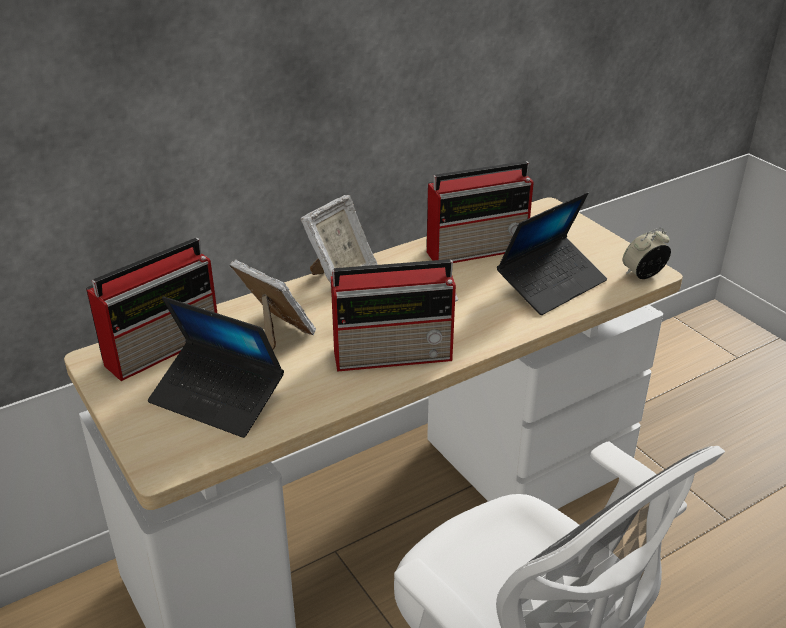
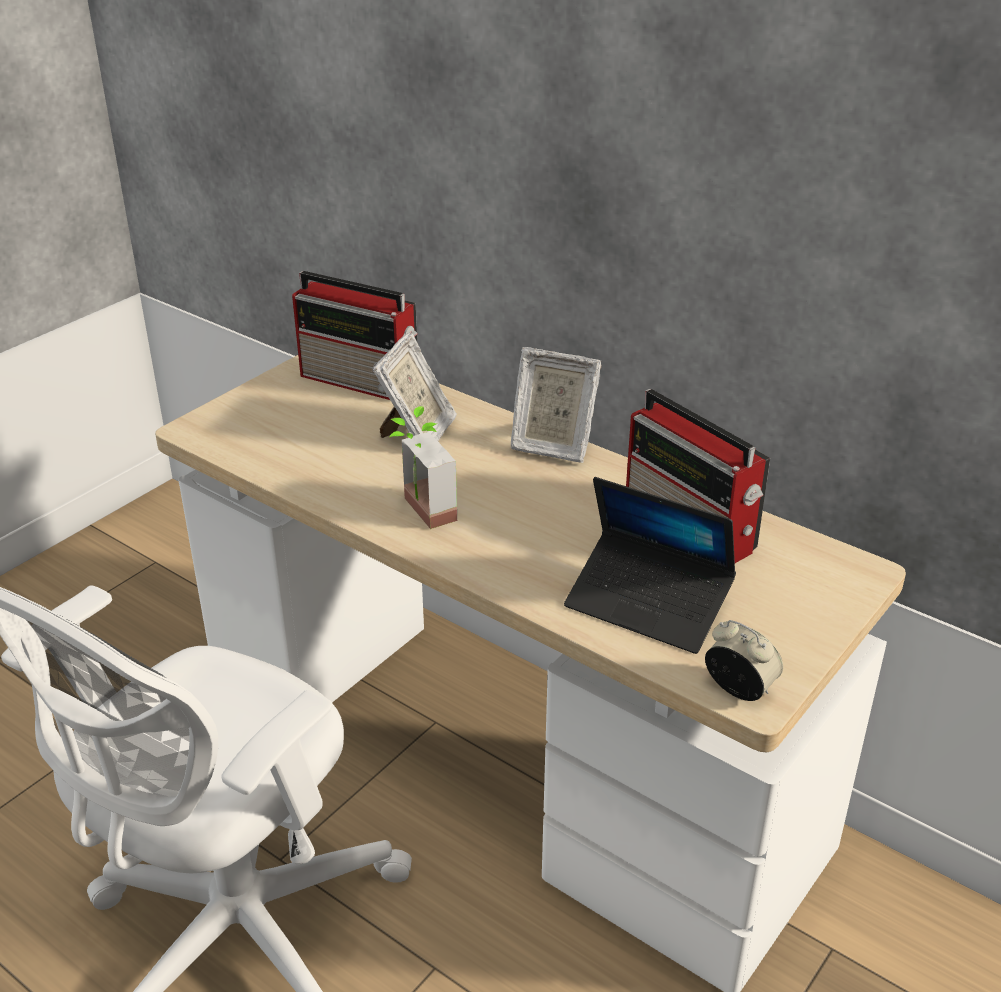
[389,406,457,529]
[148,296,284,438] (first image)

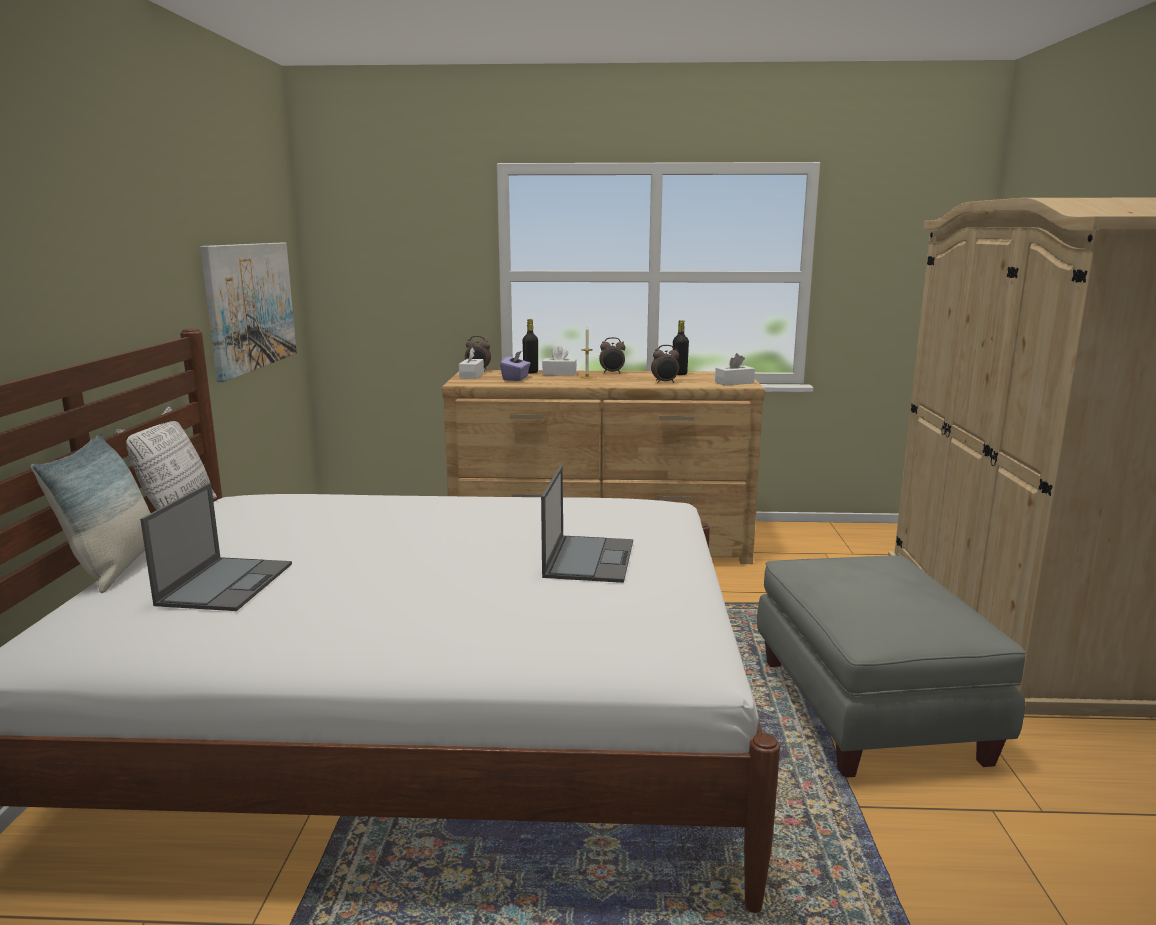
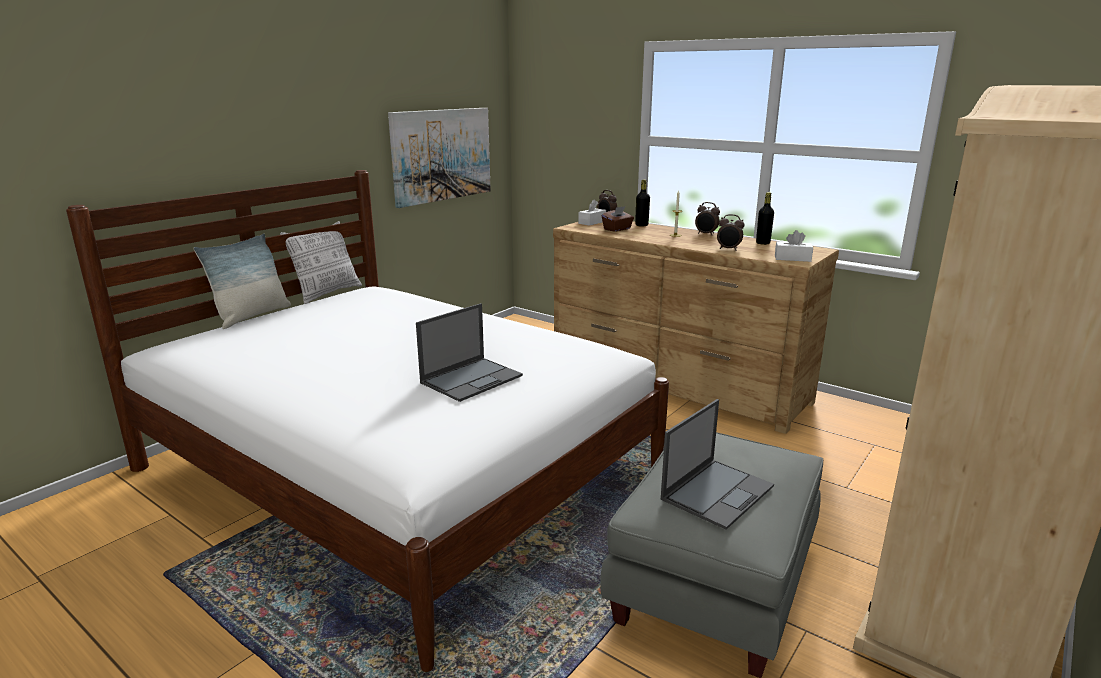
[542,346,577,376] (first image)
[602,206,634,232]
[661,399,774,529]

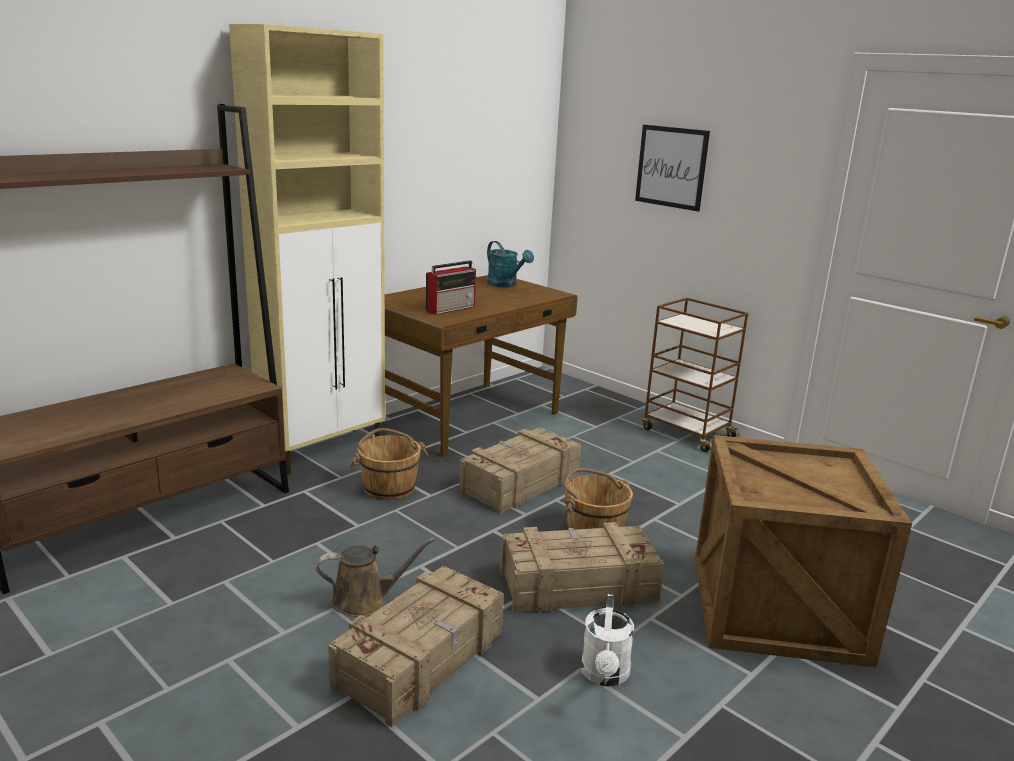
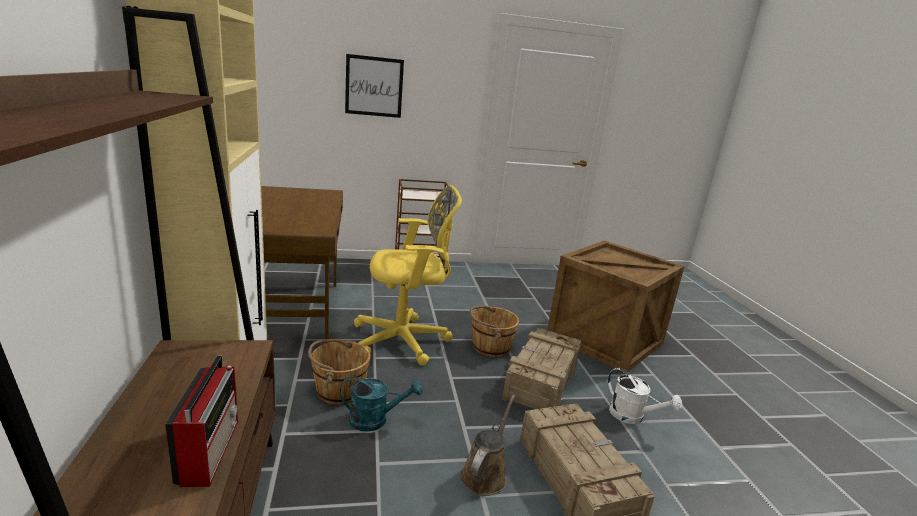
[340,377,423,432]
[165,355,238,487]
[354,185,462,366]

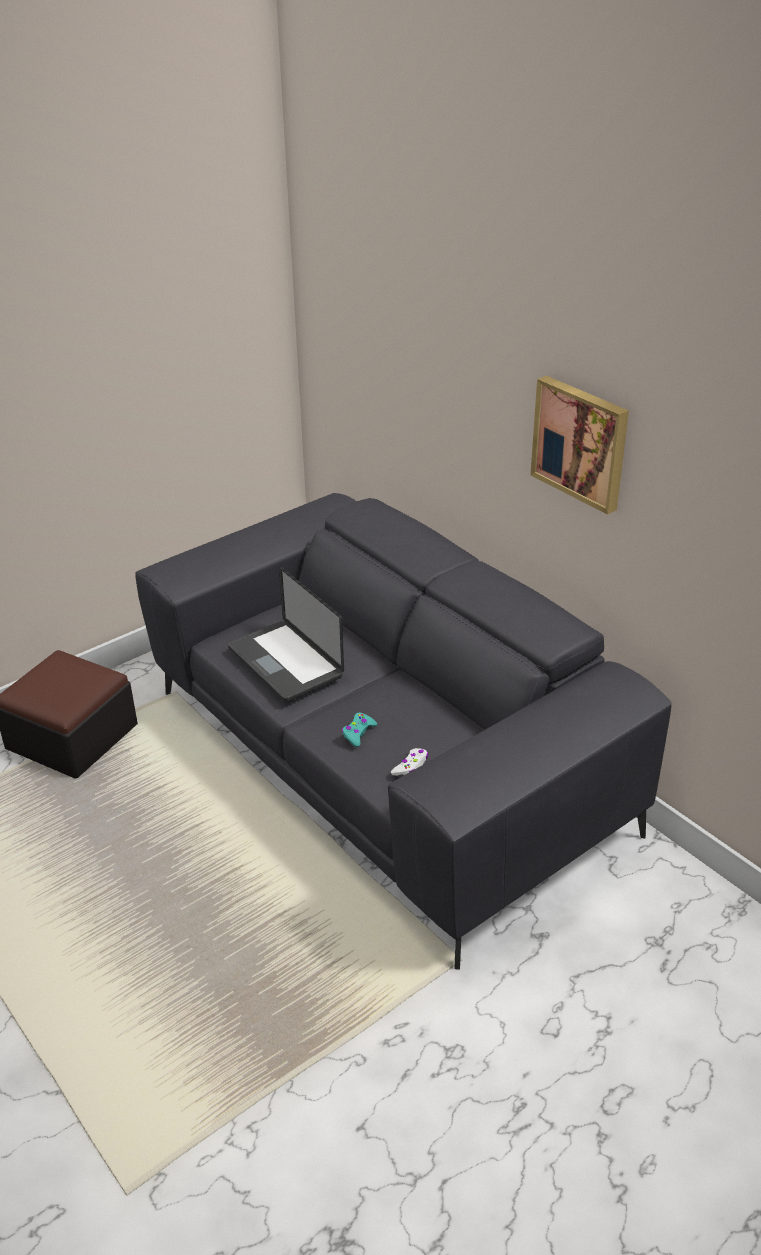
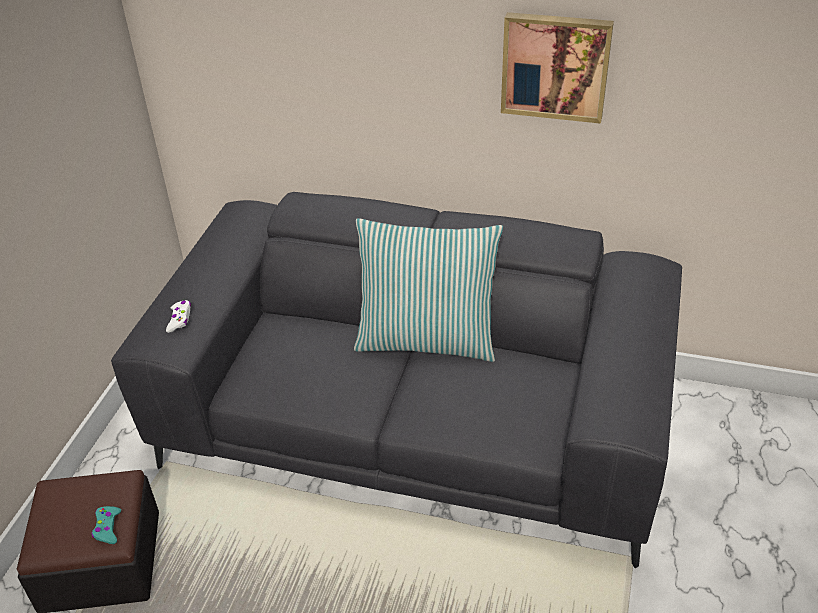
[228,566,344,702] (first image)
[91,506,121,544]
[166,300,191,333]
[354,218,503,362]

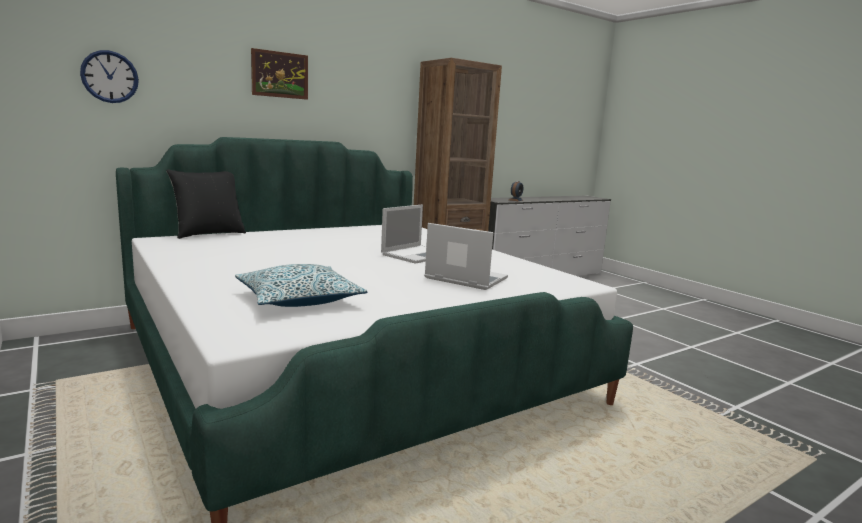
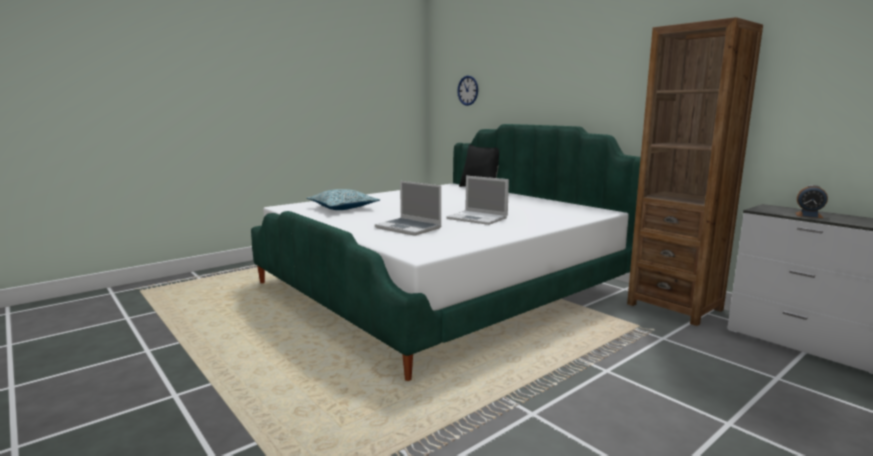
[251,48,308,100] (first image)
[375,181,442,236]

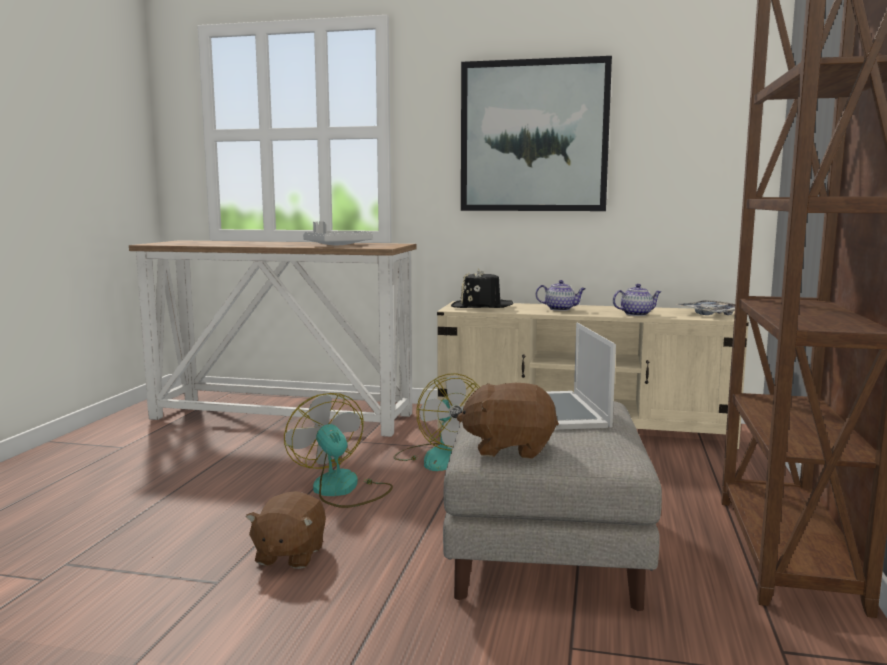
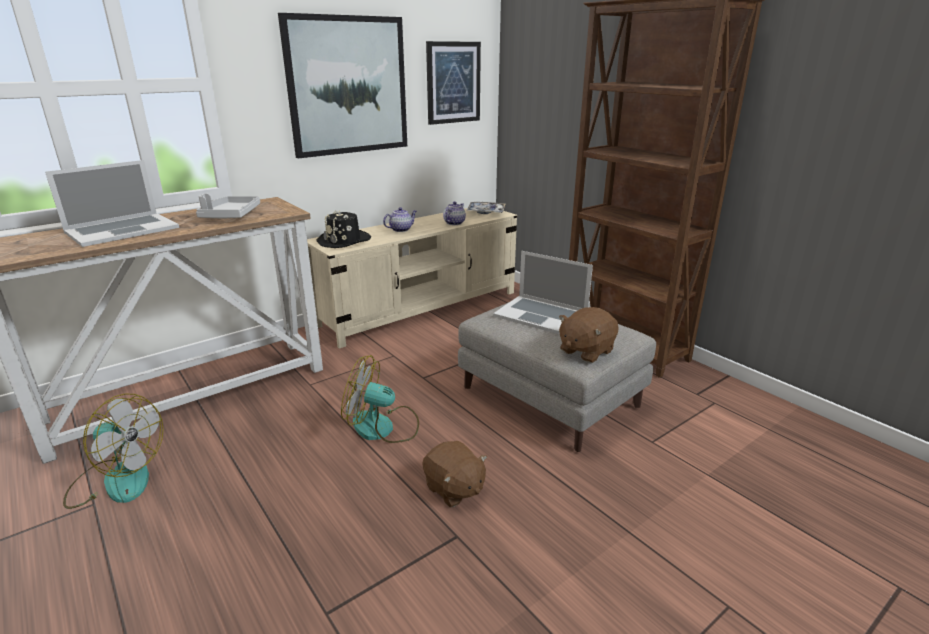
[63,394,164,509]
[426,41,481,125]
[45,160,179,247]

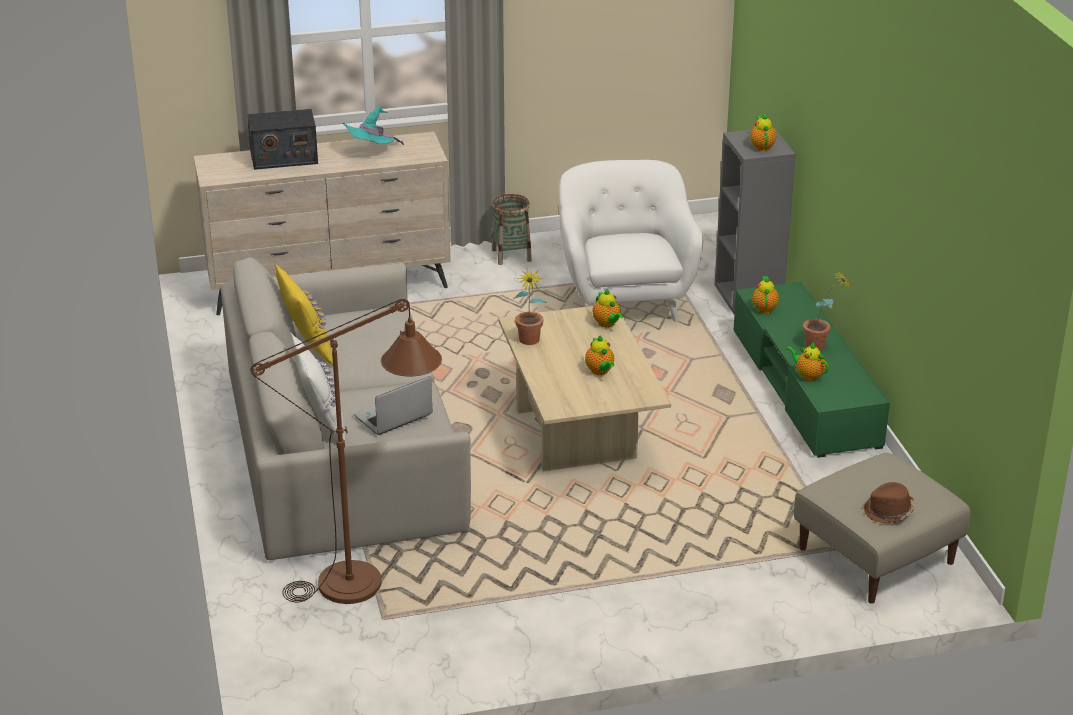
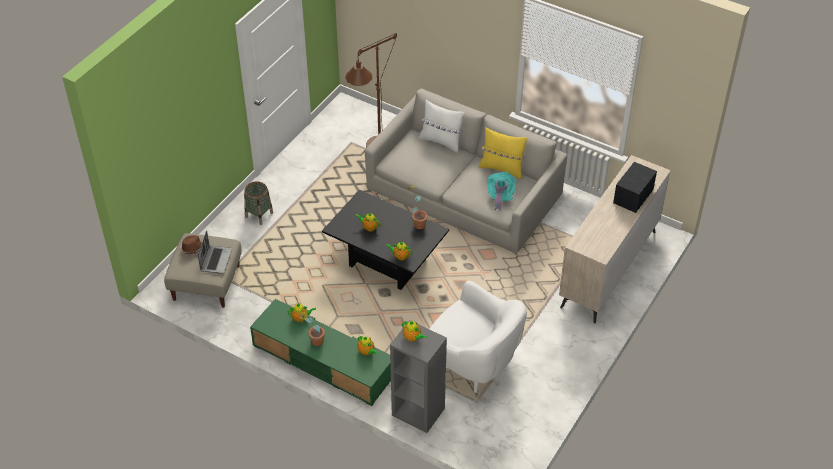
[487,172,516,211]
[244,181,273,225]
[322,190,449,290]
[198,231,232,274]

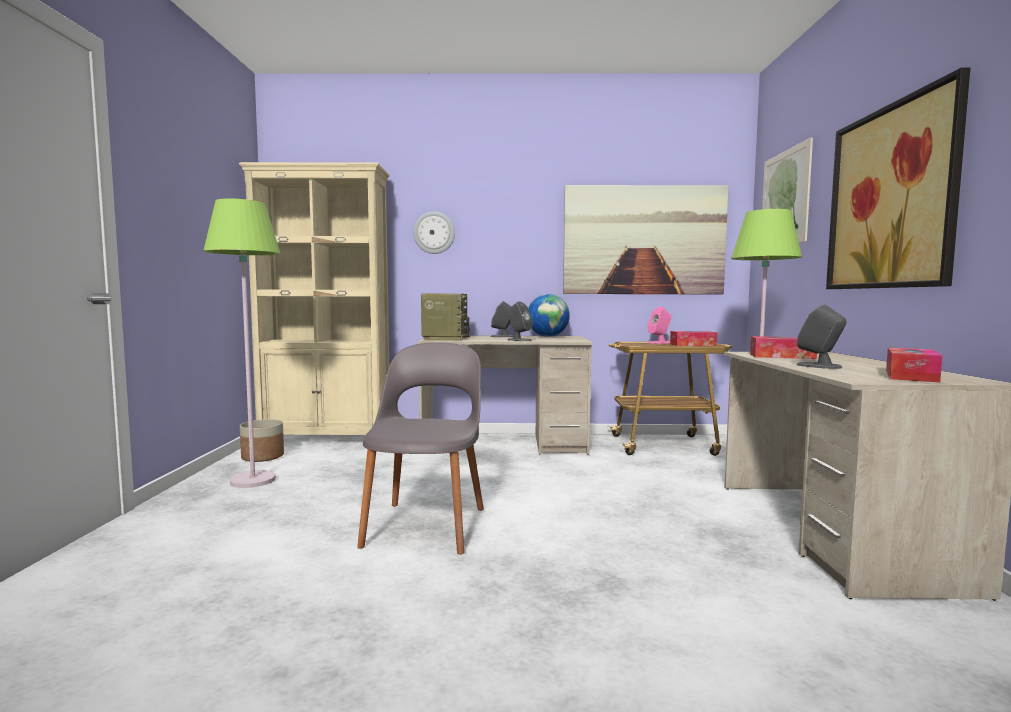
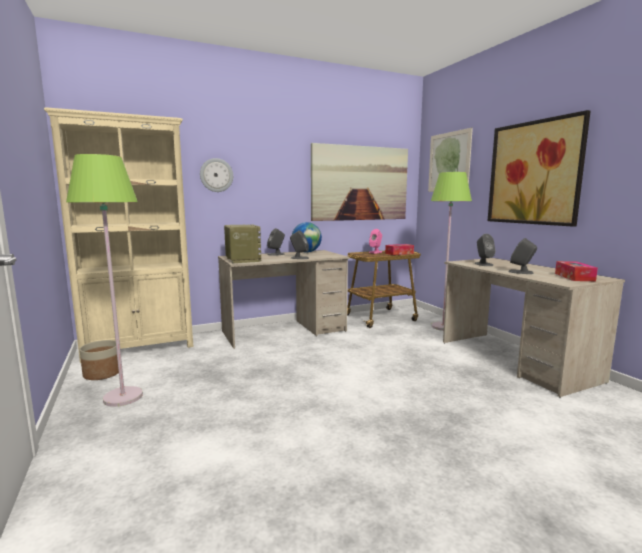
[475,234,495,266]
[357,342,484,554] (first image)

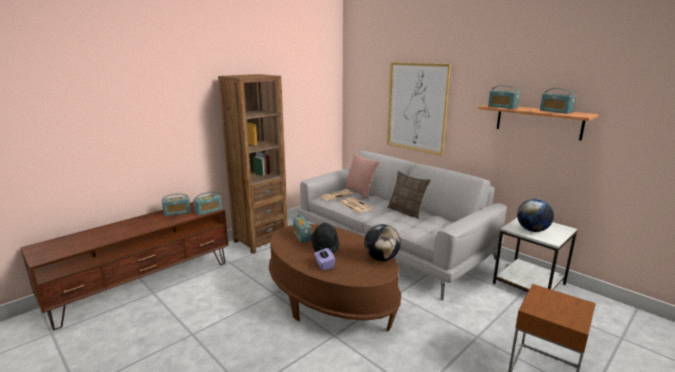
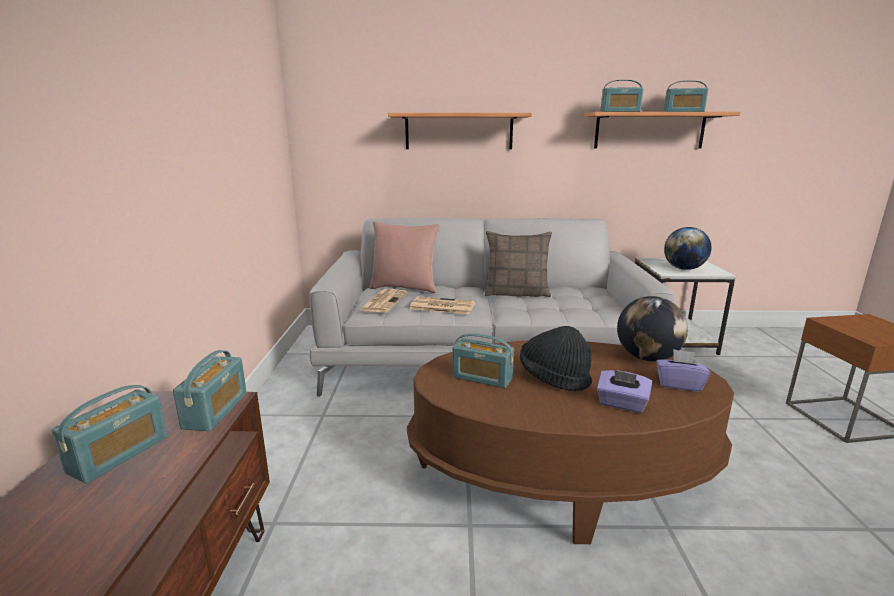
[388,113,532,149]
[218,74,288,254] (first image)
[656,349,711,392]

